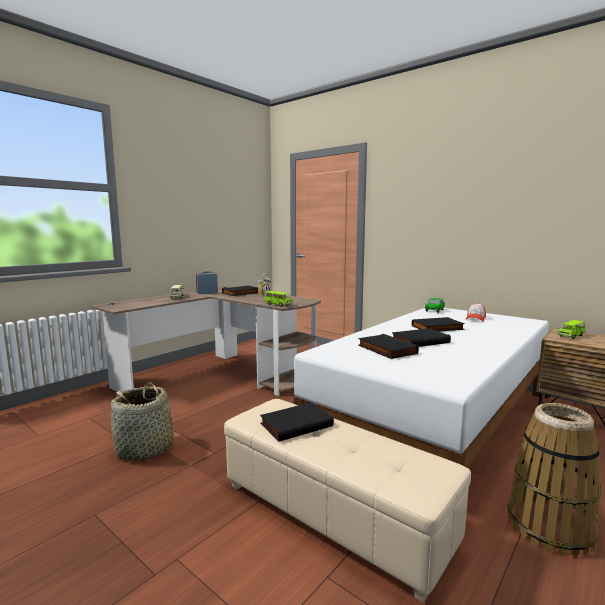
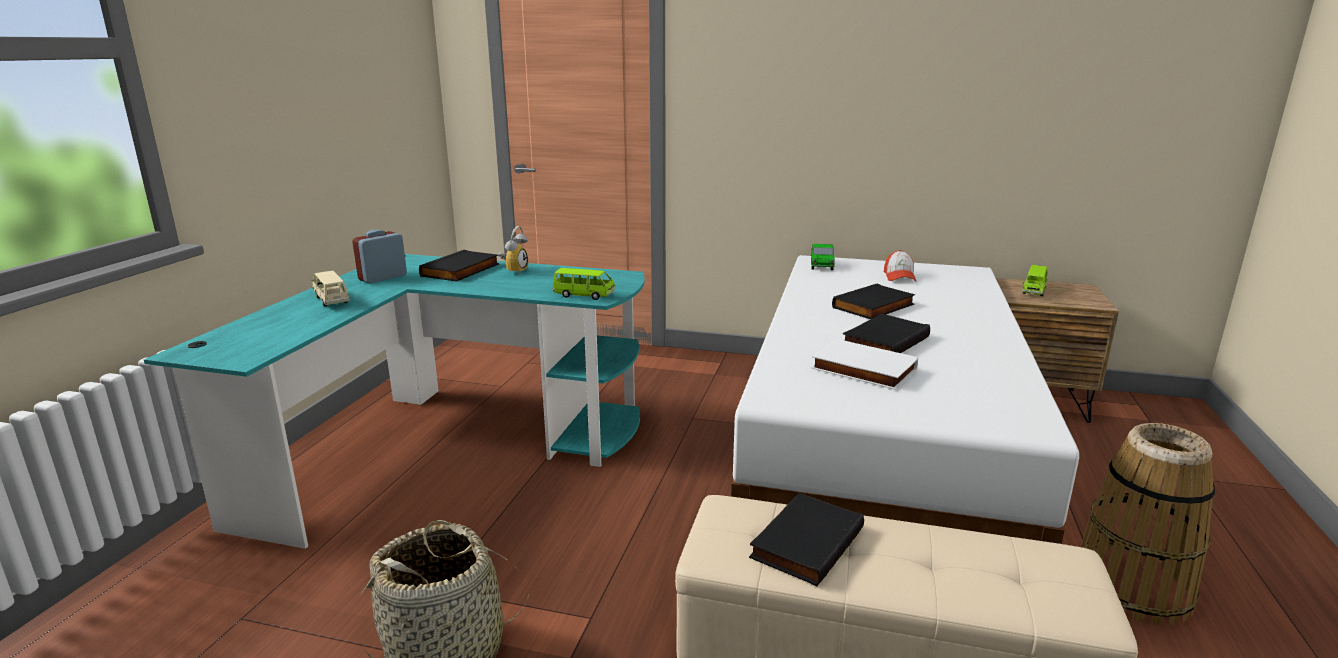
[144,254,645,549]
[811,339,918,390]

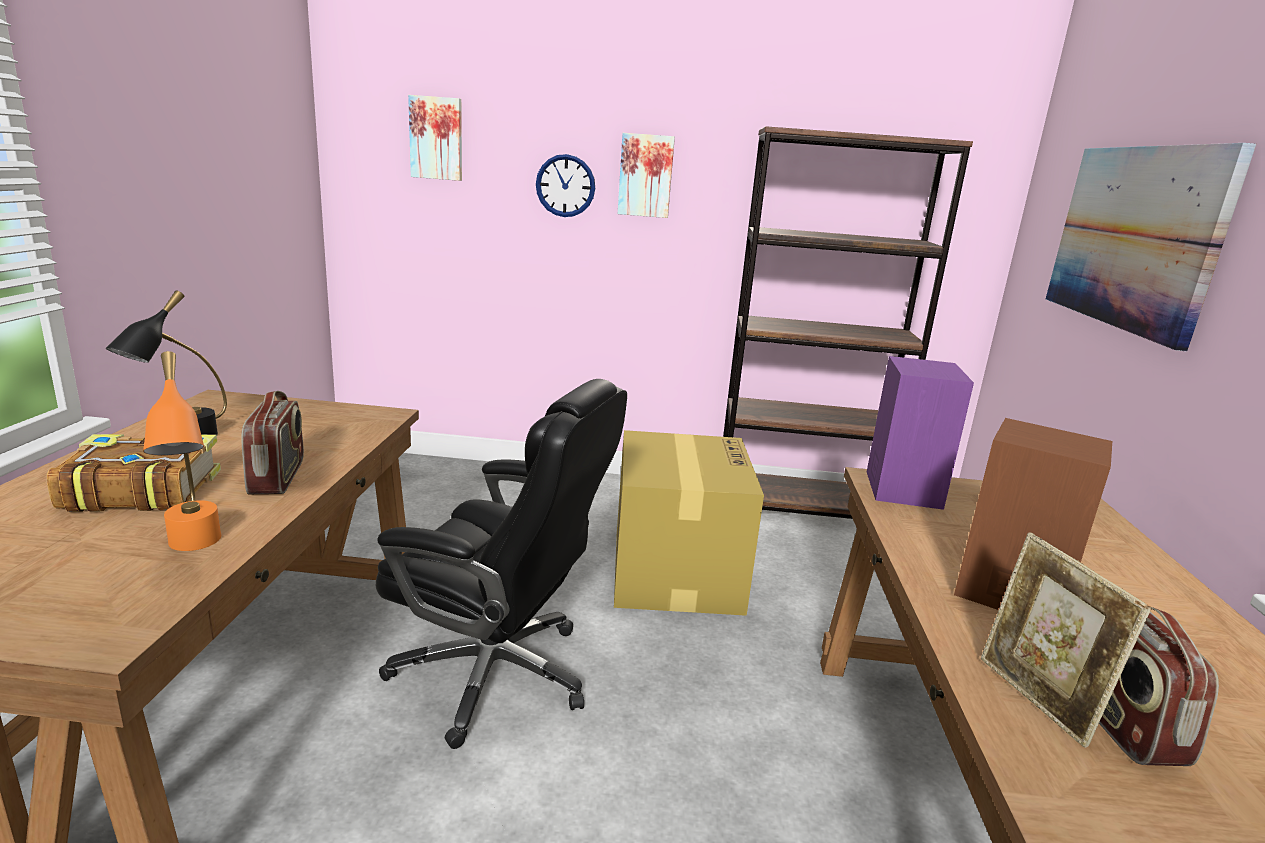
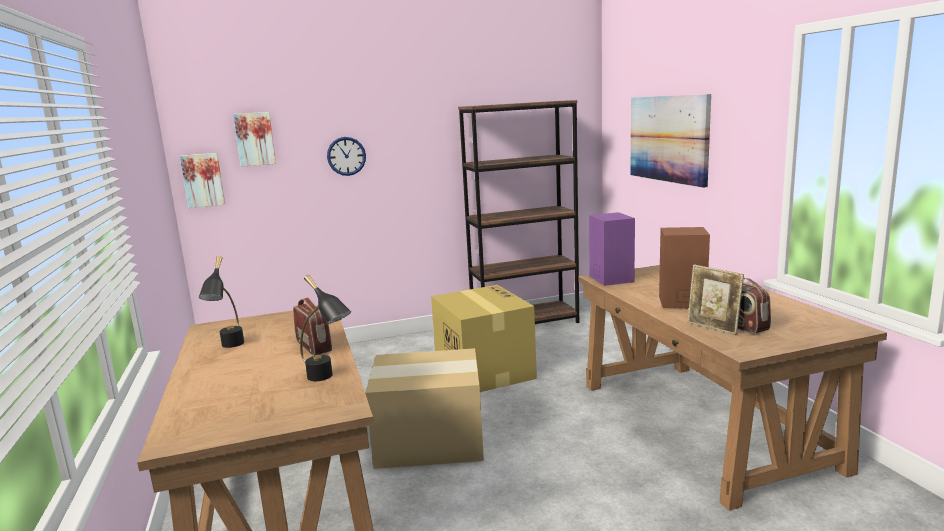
[180,153,225,208]
[300,275,351,381]
[365,348,484,469]
[47,434,221,512] (first image)

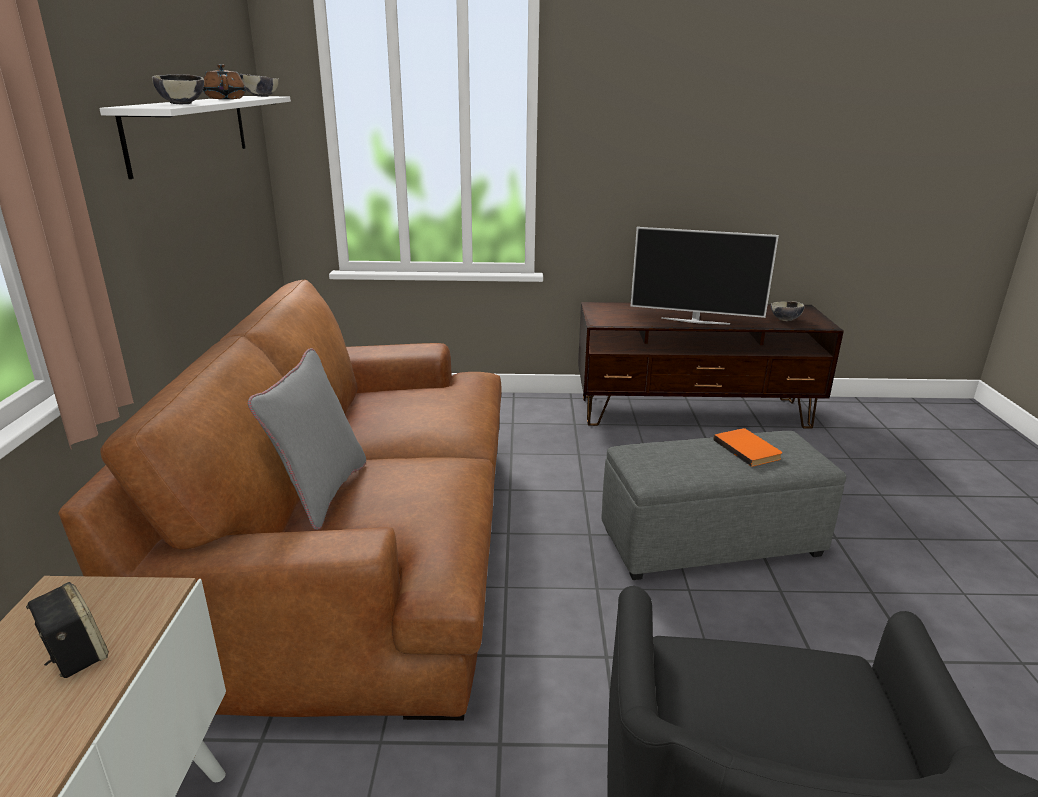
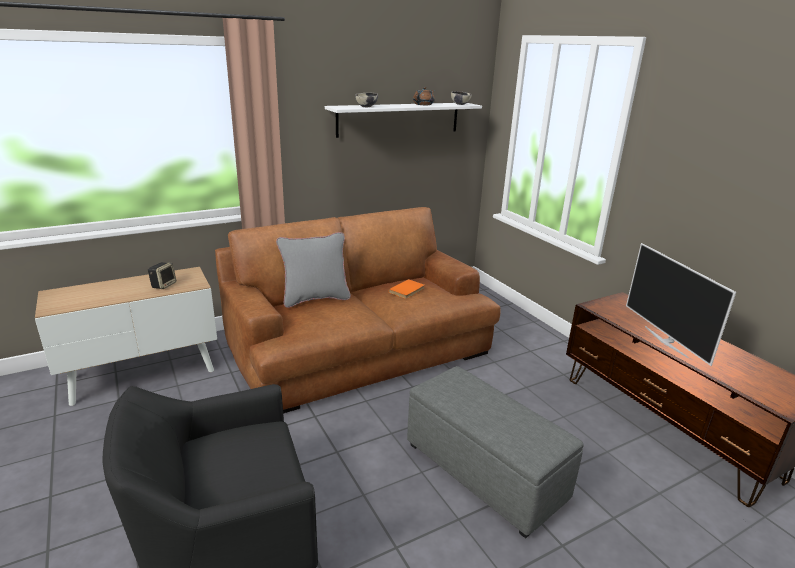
[771,301,804,321] (first image)
[389,279,425,299]

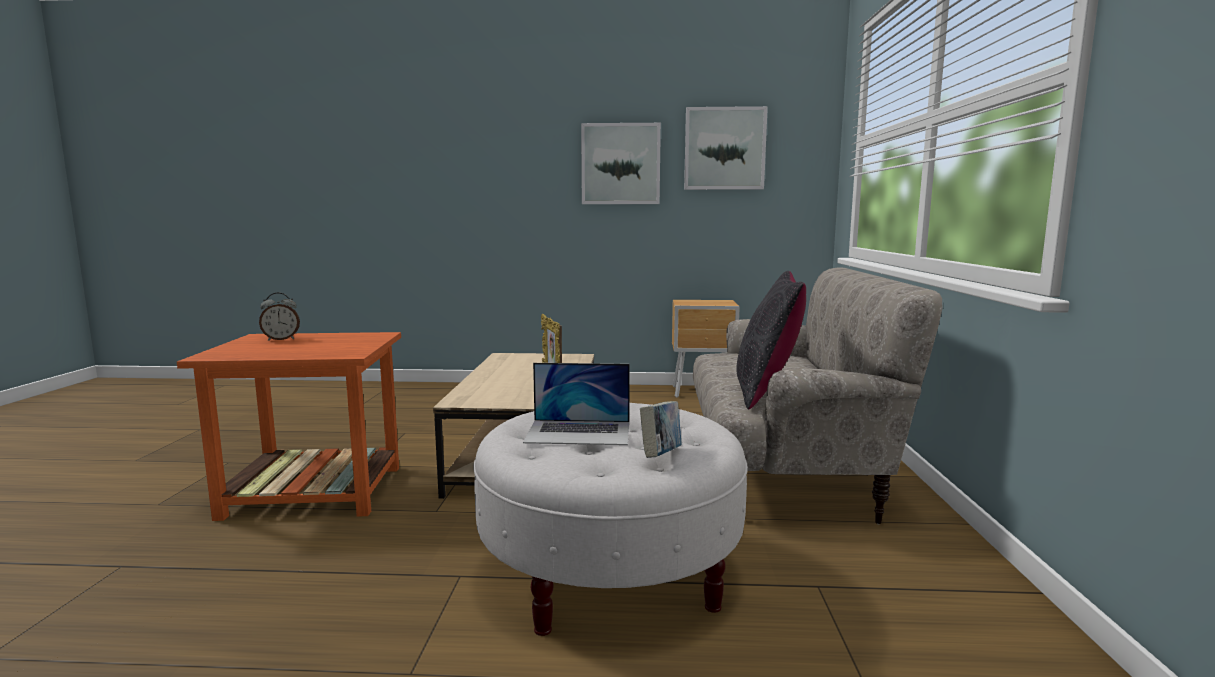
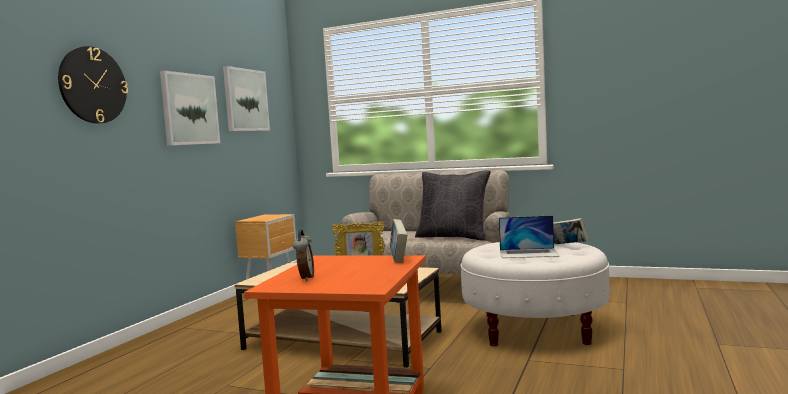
[499,215,560,258]
[58,46,128,124]
[390,219,407,263]

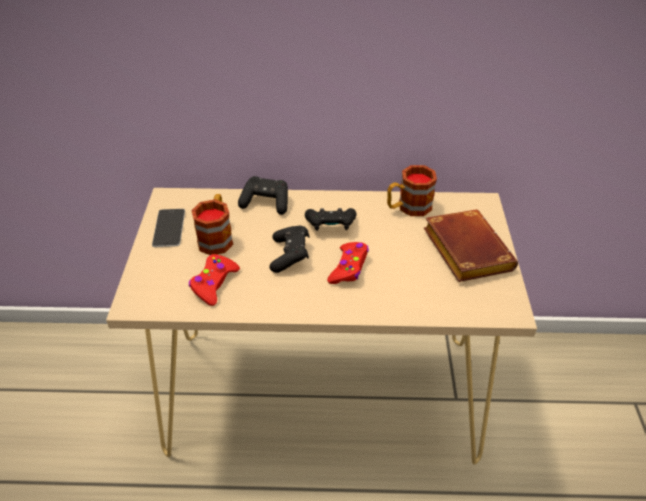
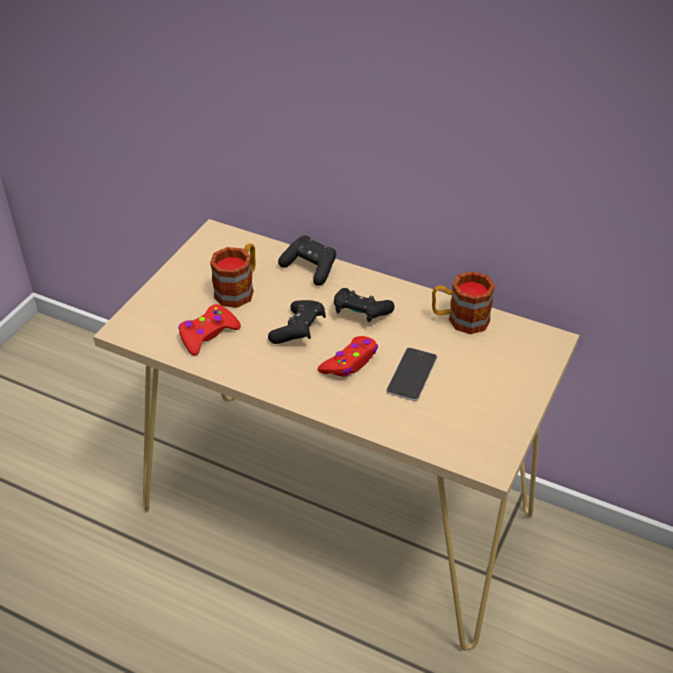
[386,348,437,401]
[424,210,518,282] (first image)

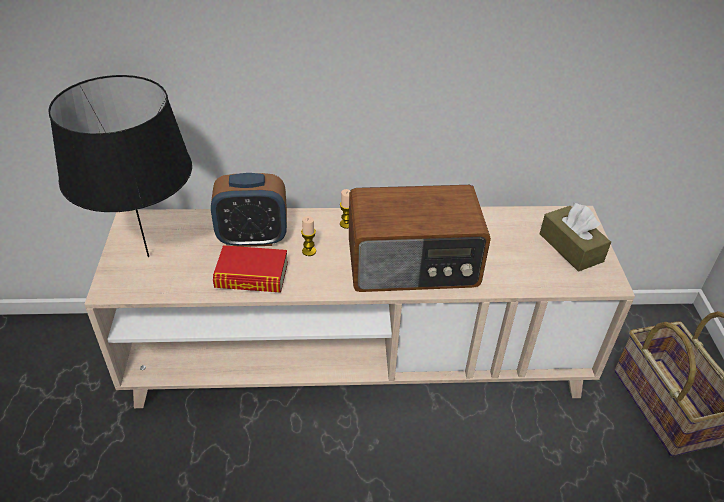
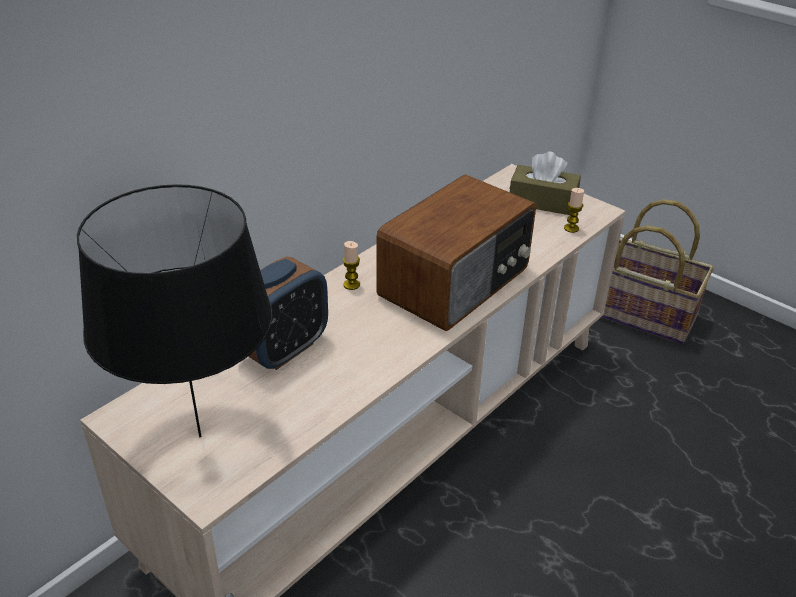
[564,188,584,233]
[213,245,288,292] (first image)

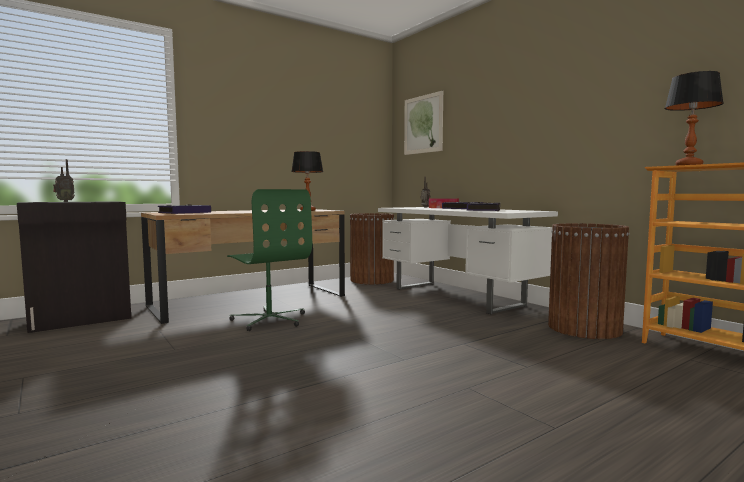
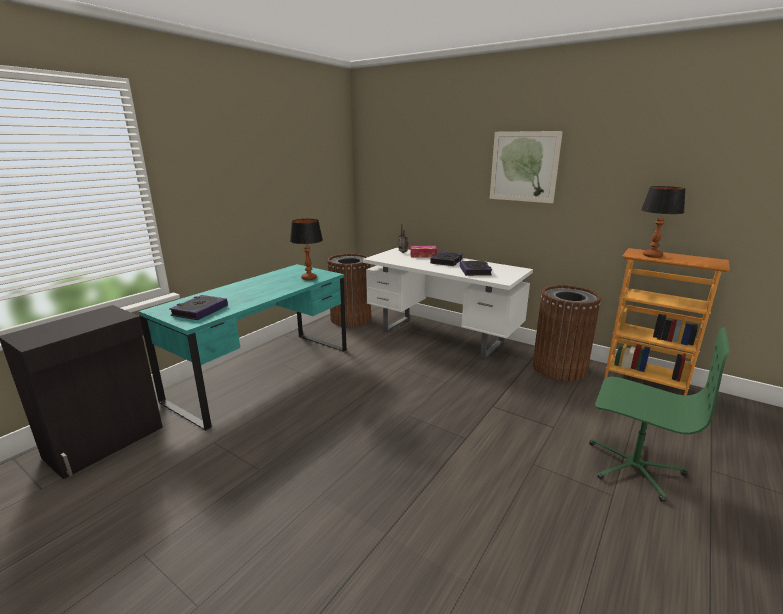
[490,131,563,203]
[53,159,75,202] (first image)
[589,327,730,502]
[138,264,347,431]

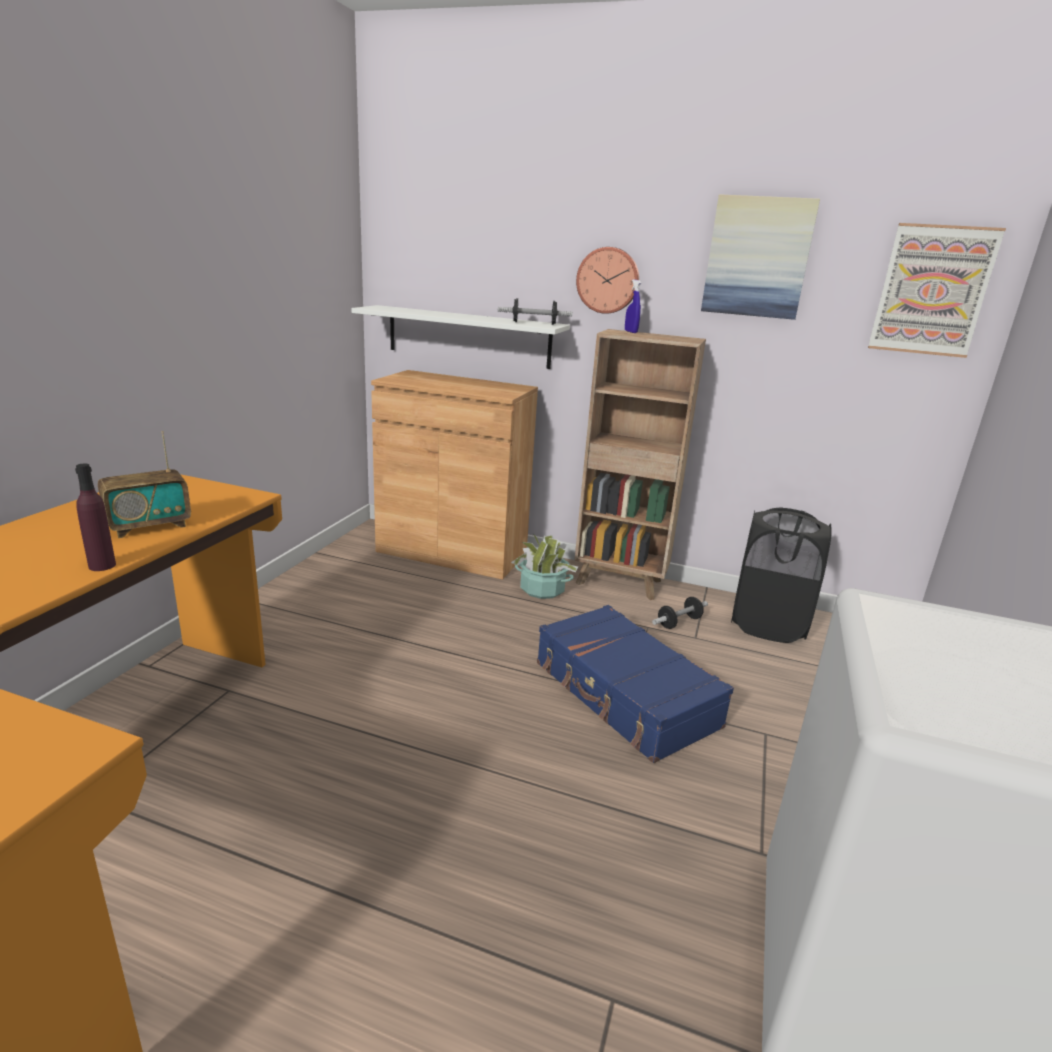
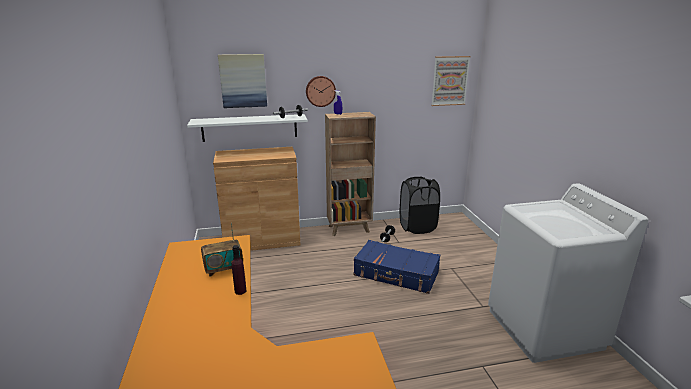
[218,54,267,108]
[201,222,243,277]
[511,534,578,599] (first image)

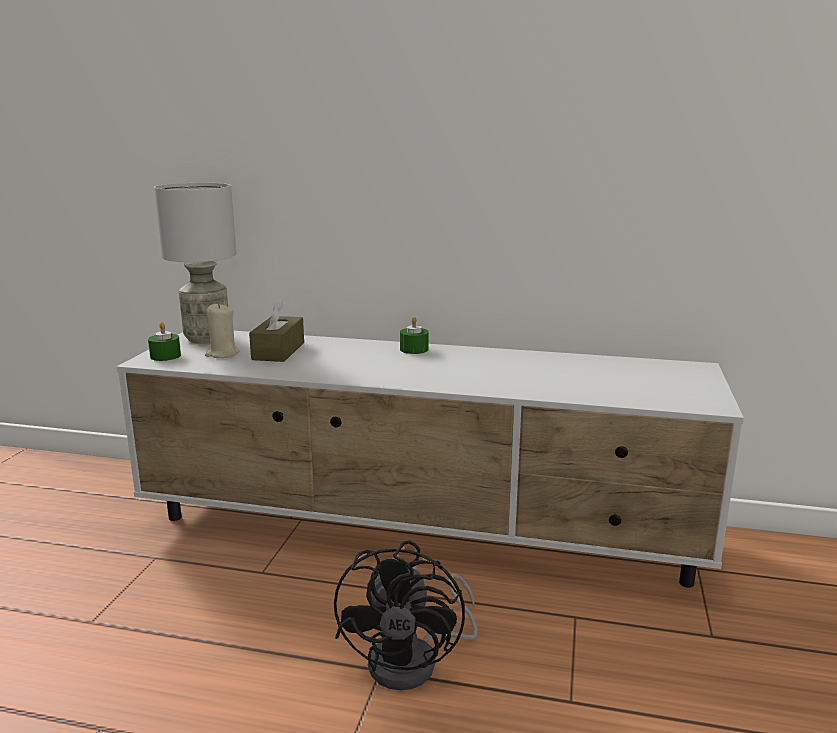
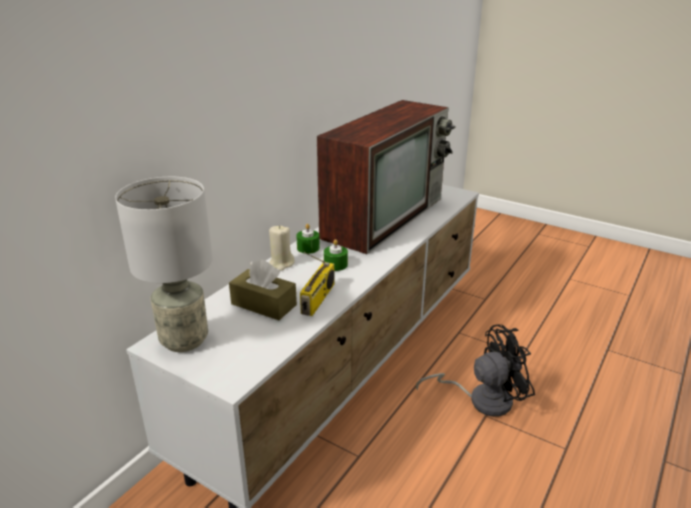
[269,225,295,271]
[324,239,348,271]
[416,324,535,417]
[317,100,456,254]
[300,252,335,316]

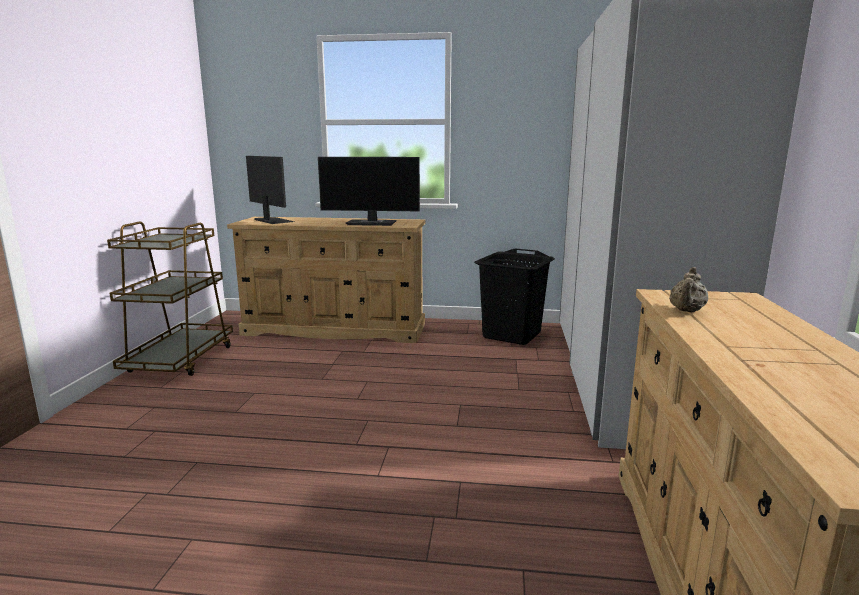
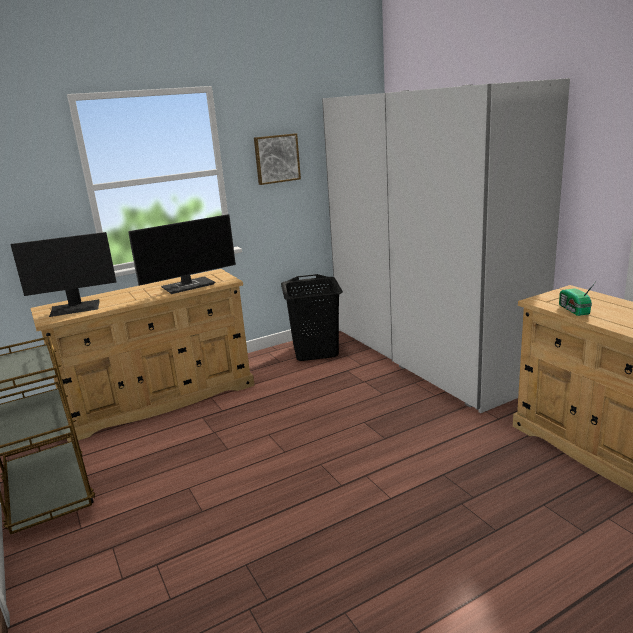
[10,232,116,317]
[559,283,595,316]
[254,133,301,185]

